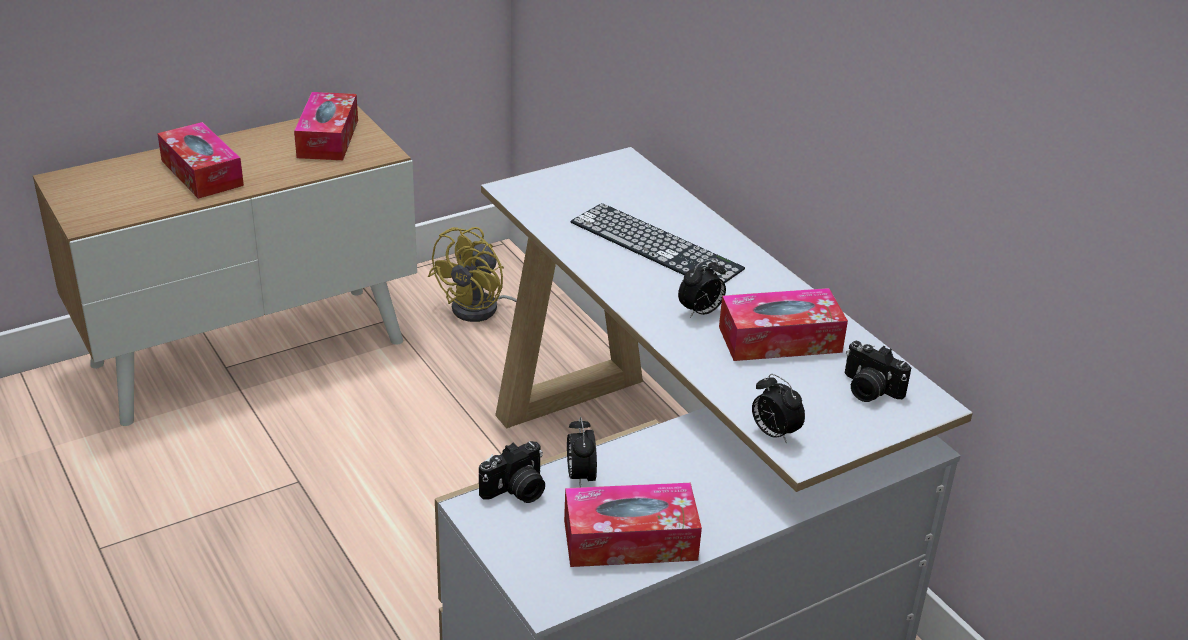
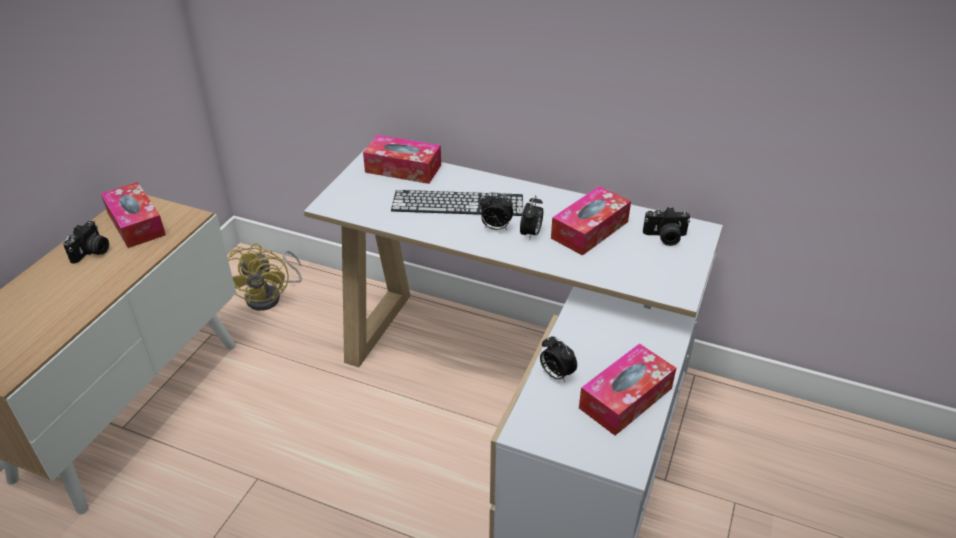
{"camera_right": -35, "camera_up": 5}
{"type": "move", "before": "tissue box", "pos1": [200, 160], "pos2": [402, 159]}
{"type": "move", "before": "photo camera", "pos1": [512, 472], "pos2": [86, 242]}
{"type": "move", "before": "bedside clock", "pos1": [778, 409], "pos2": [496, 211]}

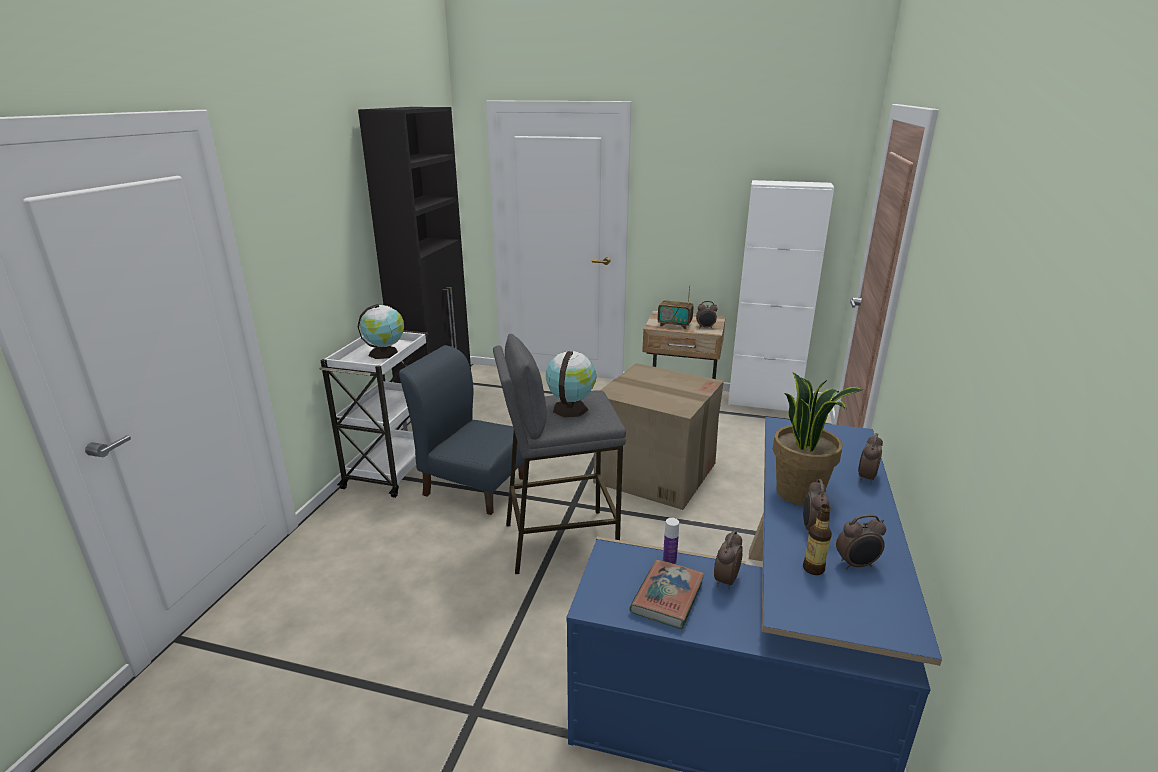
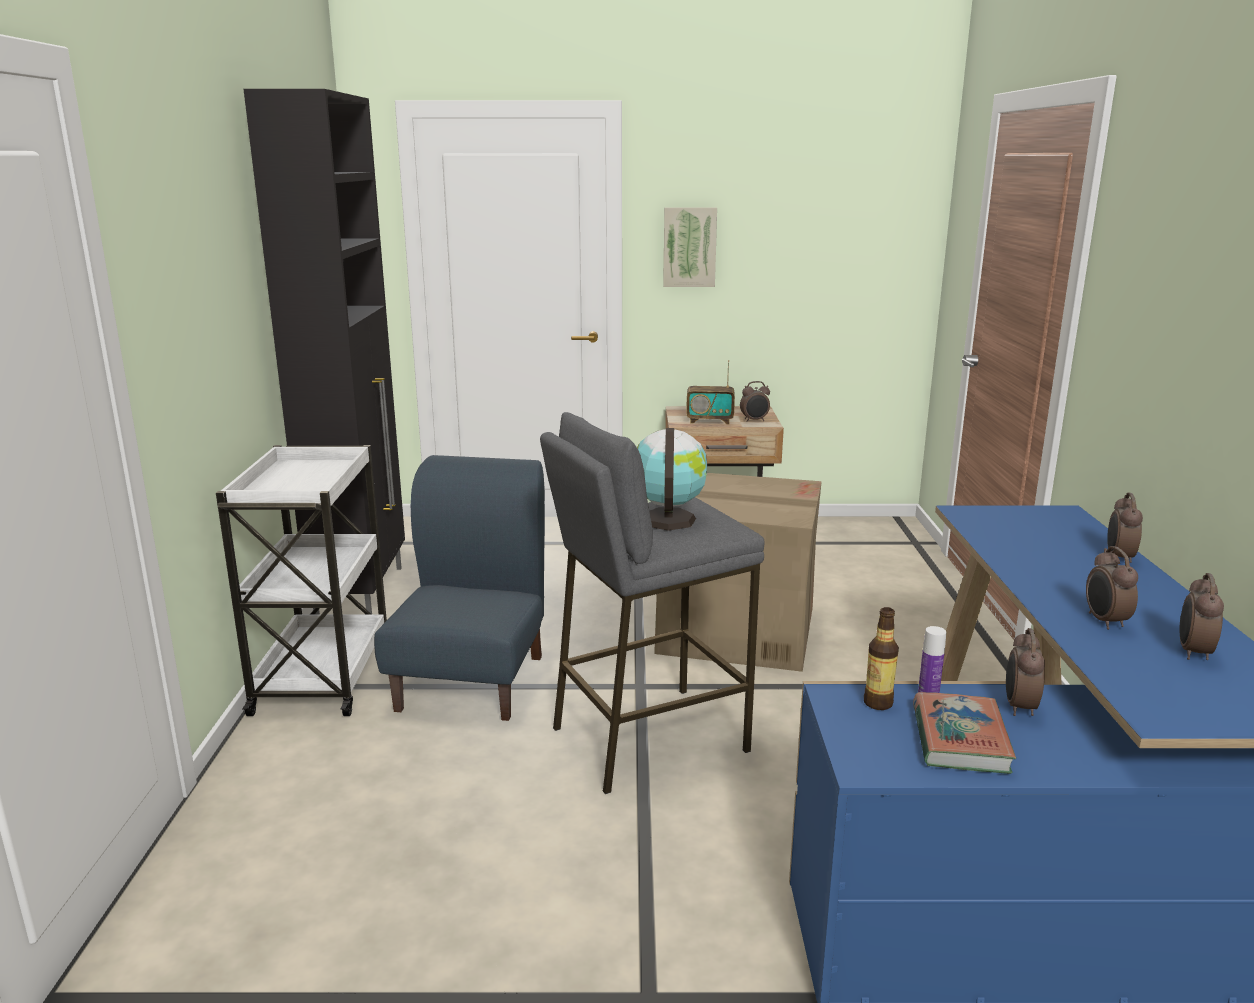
{"camera_right": -15, "camera_up": -5}
{"type": "delete", "before": "globe", "pos1": [380, 331]}
{"type": "rotate", "before": "plain chair/blue", "pos1": [461, 430], "pos2": [459, 588], "turn": 90}
{"type": "delete", "before": "storage cabinet/white", "pos1": [781, 295]}
{"type": "delete", "before": "houseplant", "pos1": [818, 439]}
{"type": "move", "before": "drink bottle", "pos1": [817, 539], "pos2": [881, 658]}
{"type": "rotate", "before": "bedside clock", "pos1": [861, 541], "pos2": [1201, 616], "turn": 135}
{"type": "insert", "after": "wall art", "pos2": [690, 247]}

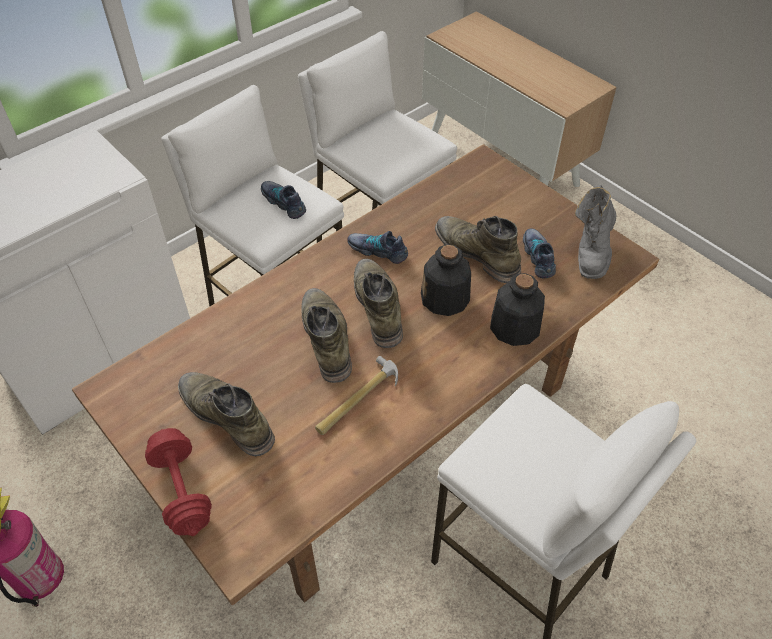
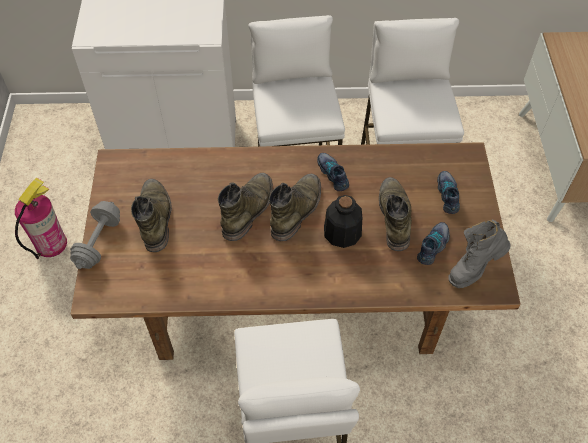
{"camera_right": 40, "camera_up": 5}
{"type": "recolor", "before": "hand weight/reddish", "after": "hand weight/grey", "pos1": [178, 482], "pos2": [95, 235]}
{"type": "move", "before": "low shoe", "pos1": [283, 200], "pos2": [448, 192]}
{"type": "delete", "before": "hand hammer", "pos1": [356, 395]}
{"type": "delete", "before": "drink bottle", "pos1": [517, 309]}

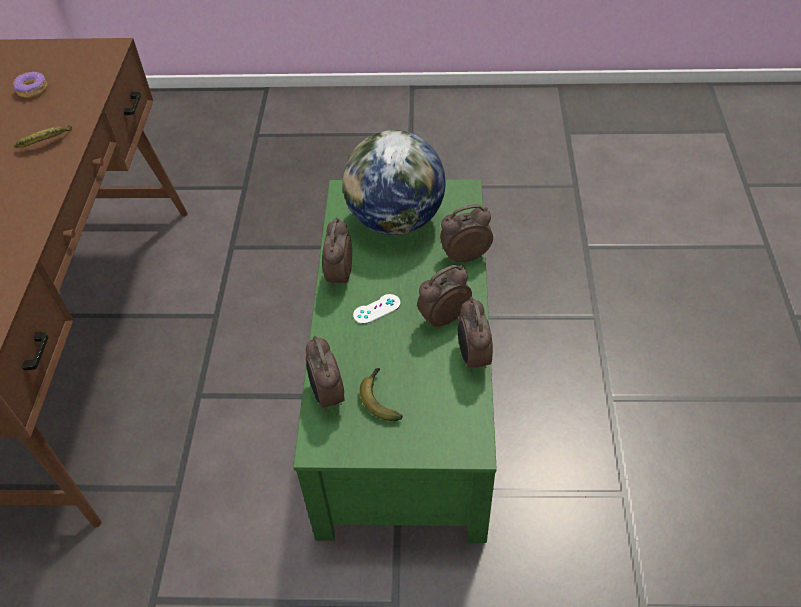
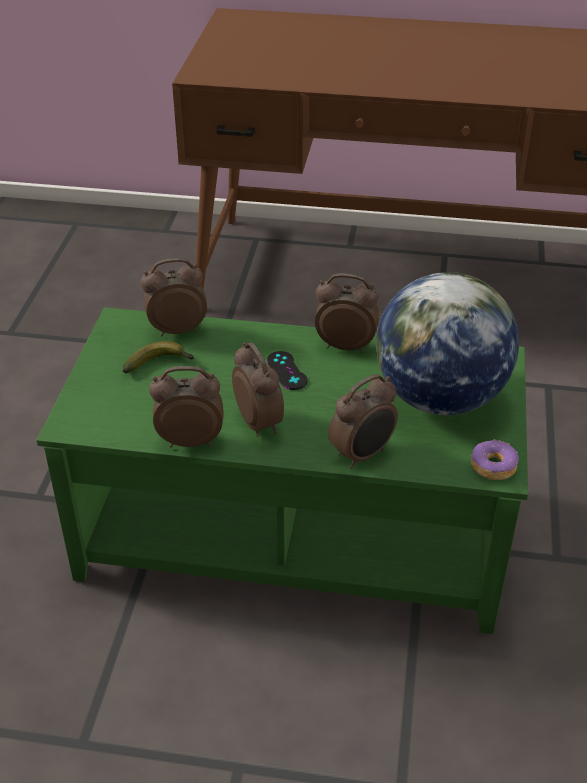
{"camera_right": 95, "camera_up": -10}
{"type": "move", "before": "donut", "pos1": [30, 85], "pos2": [495, 459]}
{"type": "delete", "before": "whole banana", "pos1": [43, 136]}
{"type": "recolor", "before": "joypad/white", "after": "joypad/black", "pos1": [376, 309], "pos2": [287, 370]}
{"type": "rotate", "before": "bedside clock", "pos1": [466, 234], "pos2": [363, 421], "turn": 60}

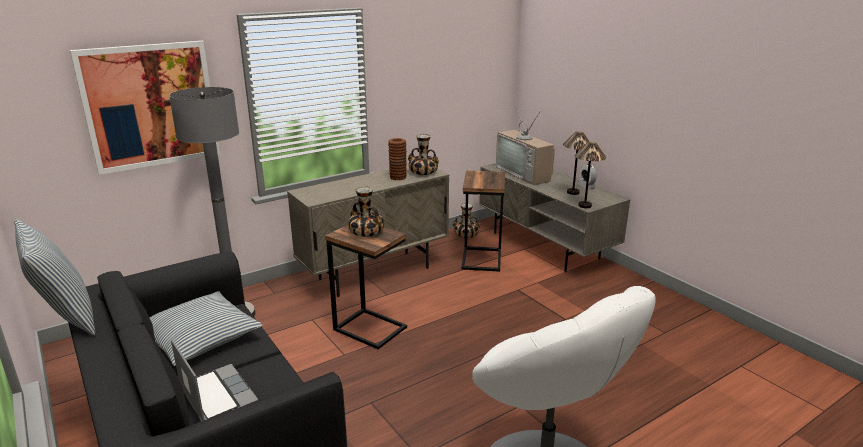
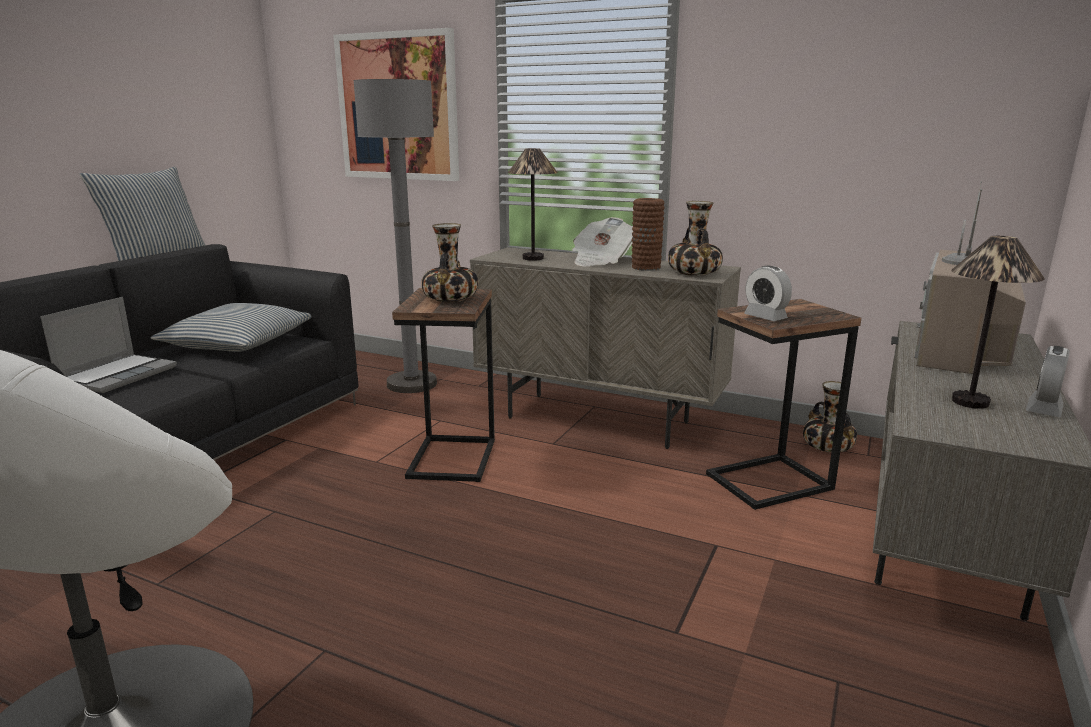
{"camera_right": 60, "camera_up": -5}
{"type": "move", "before": "lamp for a table", "pos1": [590, 175], "pos2": [533, 204]}
{"type": "insert", "after": "newspaper", "pos2": [602, 241]}
{"type": "insert", "after": "bedside clock", "pos2": [768, 293]}

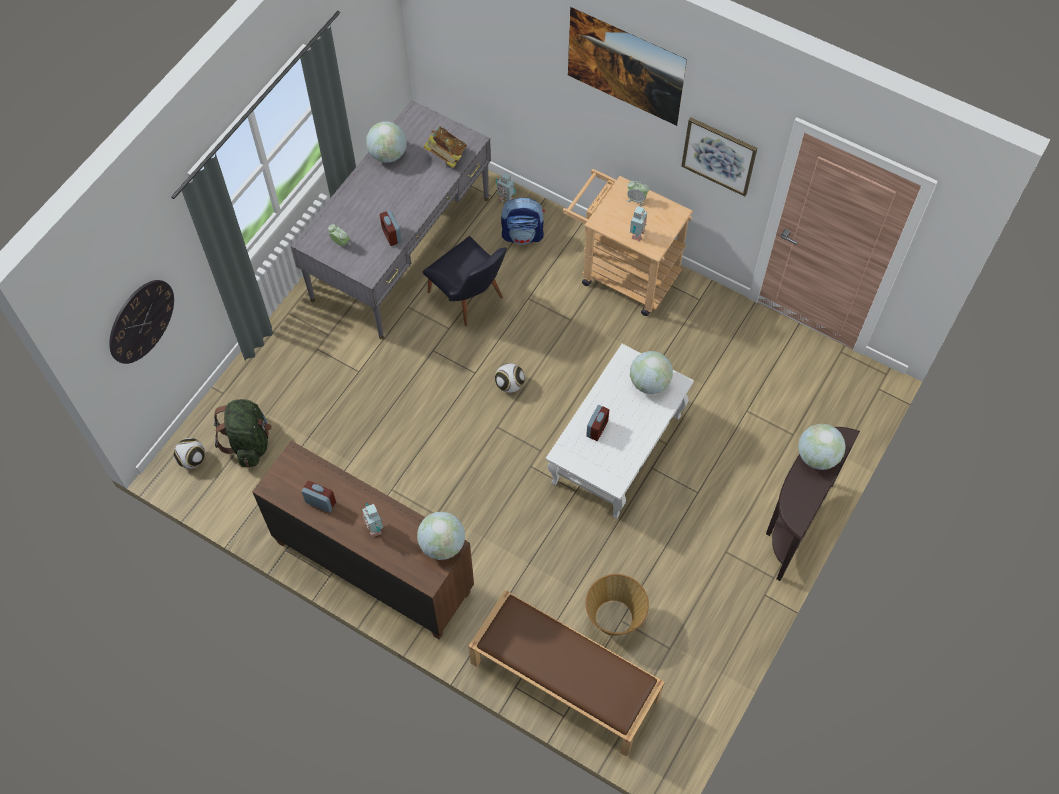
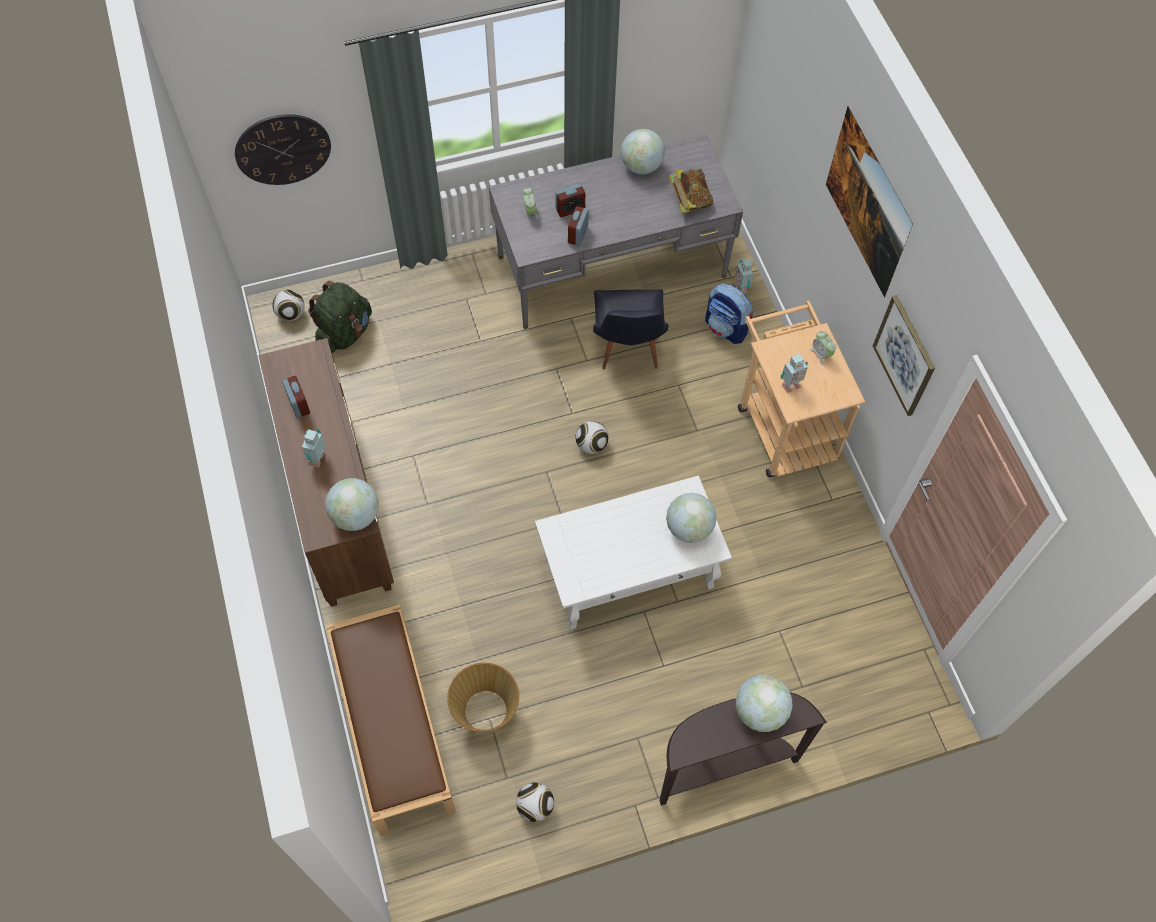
{"camera_right": 40, "camera_up": 0}
{"type": "move", "before": "bedside clock", "pos1": [597, 423], "pos2": [570, 200]}
{"type": "insert", "after": "football", "pos2": [535, 802]}

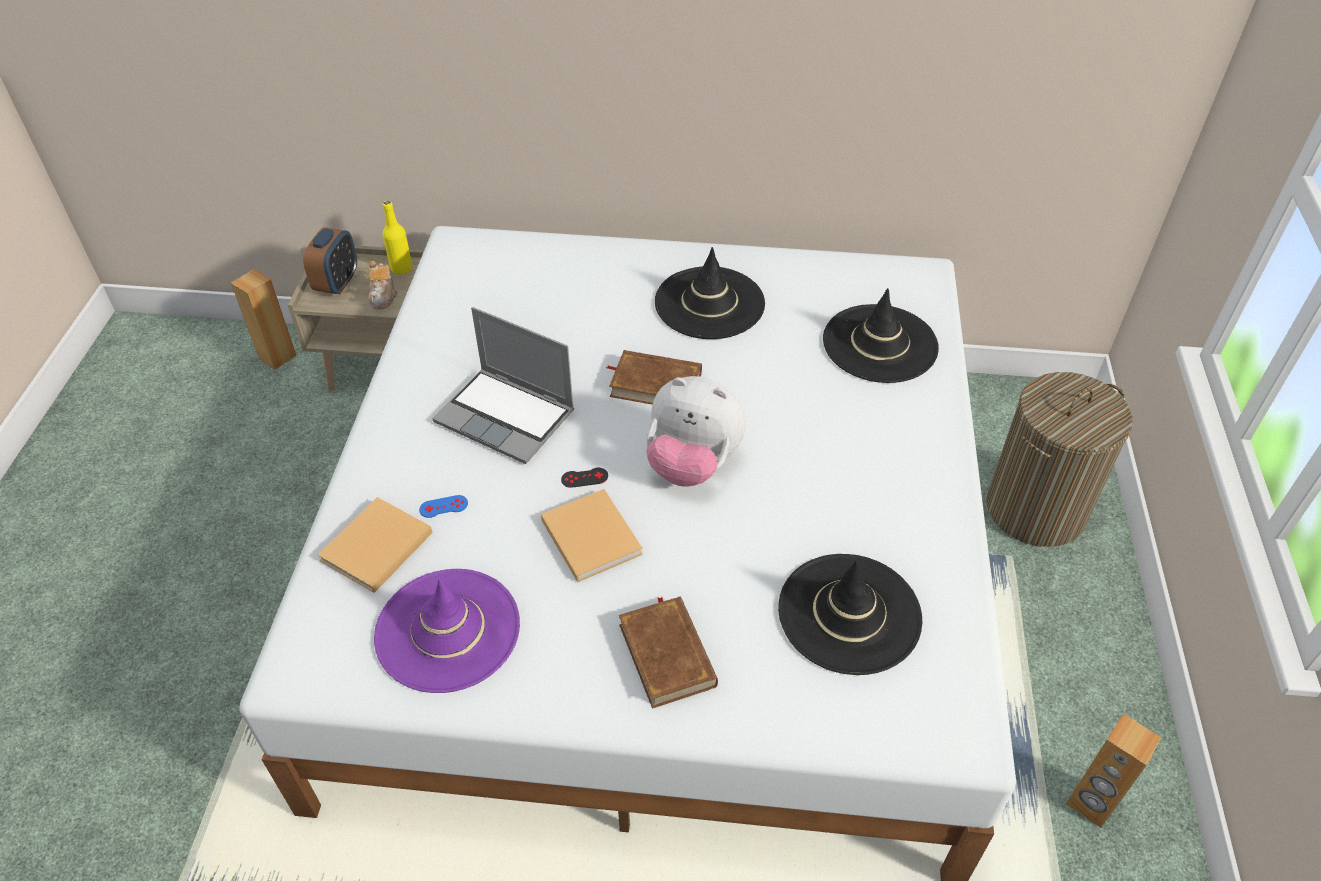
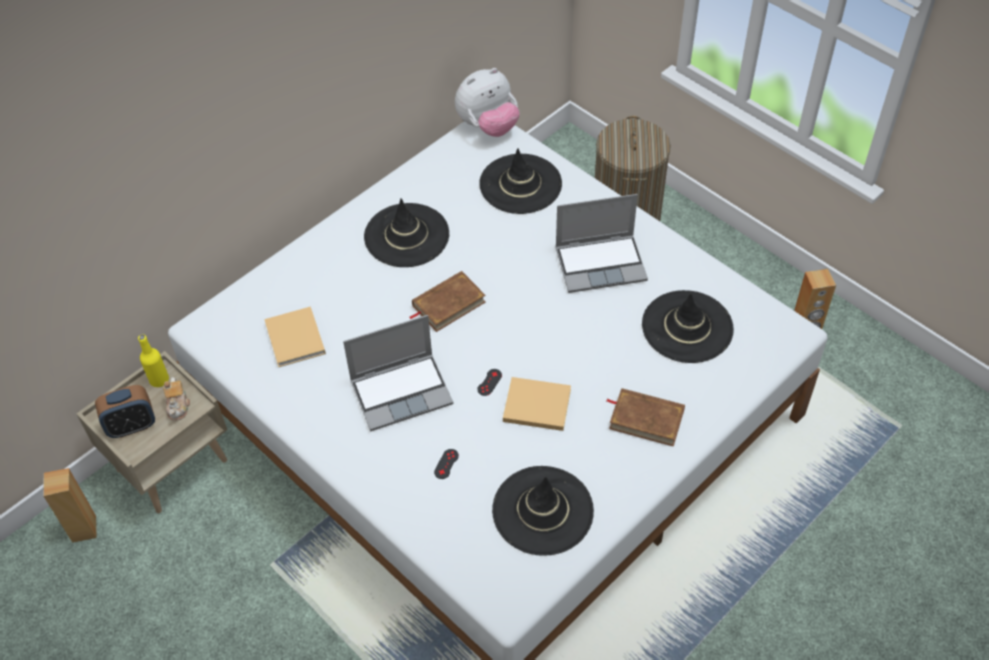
{"camera_right": -50, "camera_up": 5}
{"type": "rotate", "before": "bedside clock", "pos1": [330, 260], "pos2": [125, 411], "turn": 105}
{"type": "move", "before": "book/sand-coloured", "pos1": [375, 545], "pos2": [295, 337]}
{"type": "rotate", "before": "teapot", "pos1": [382, 285], "pos2": [176, 399], "turn": 45}
{"type": "recolor", "before": "wearable hat/purple", "after": "wearable hat/black", "pos1": [447, 631], "pos2": [543, 511]}
{"type": "recolor", "before": "joypad/blue", "after": "joypad/black", "pos1": [443, 506], "pos2": [446, 464]}
{"type": "move", "before": "plush toy", "pos1": [696, 431], "pos2": [487, 102]}
{"type": "insert", "after": "notebook computer", "pos2": [601, 243]}

